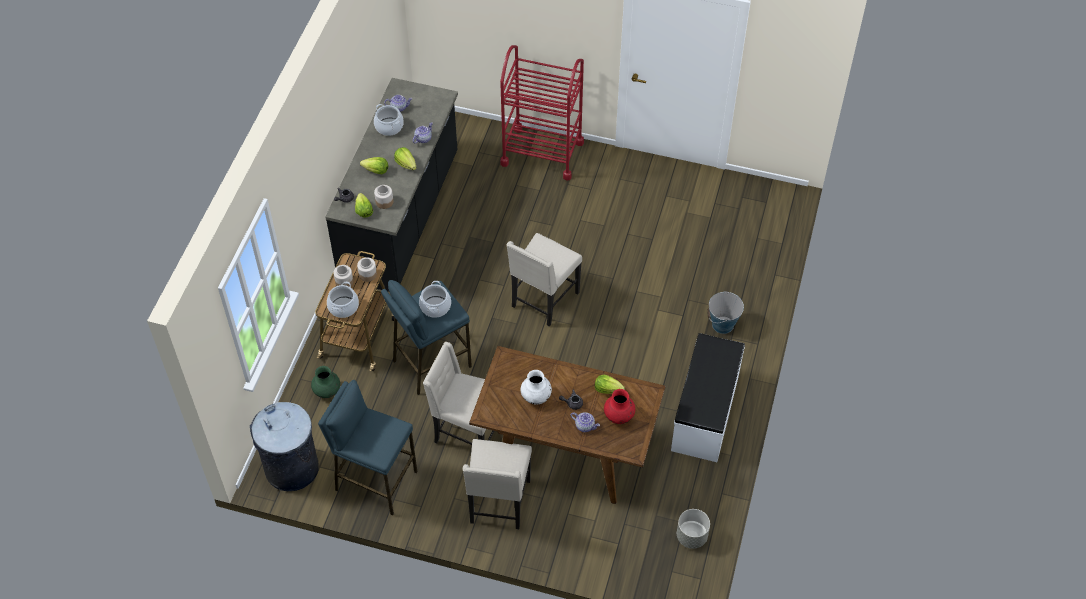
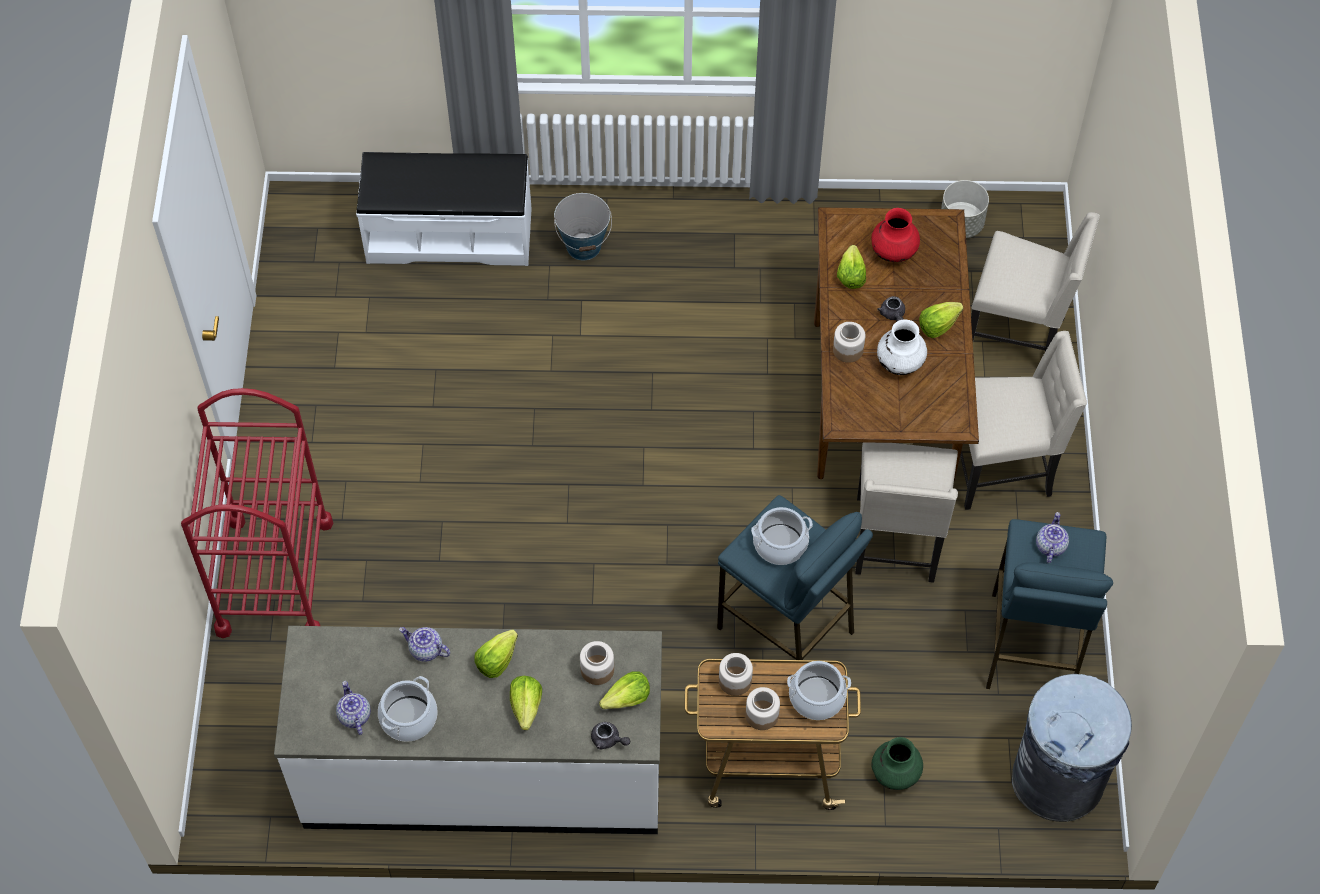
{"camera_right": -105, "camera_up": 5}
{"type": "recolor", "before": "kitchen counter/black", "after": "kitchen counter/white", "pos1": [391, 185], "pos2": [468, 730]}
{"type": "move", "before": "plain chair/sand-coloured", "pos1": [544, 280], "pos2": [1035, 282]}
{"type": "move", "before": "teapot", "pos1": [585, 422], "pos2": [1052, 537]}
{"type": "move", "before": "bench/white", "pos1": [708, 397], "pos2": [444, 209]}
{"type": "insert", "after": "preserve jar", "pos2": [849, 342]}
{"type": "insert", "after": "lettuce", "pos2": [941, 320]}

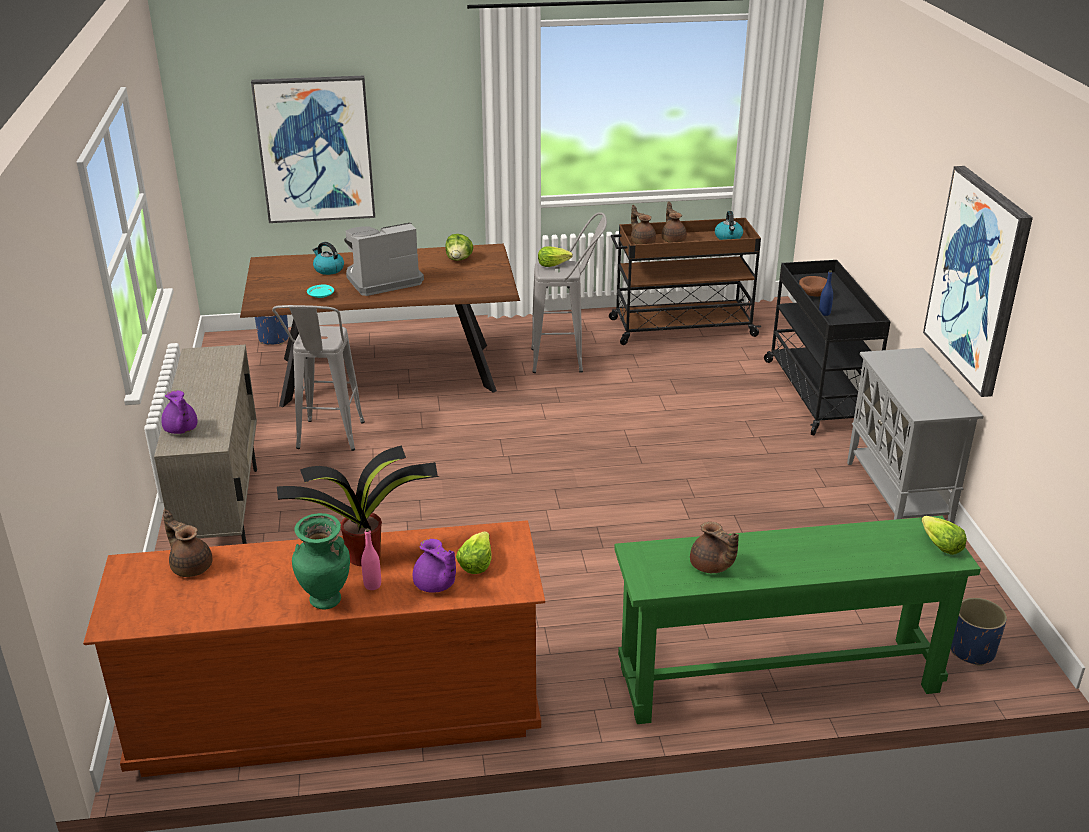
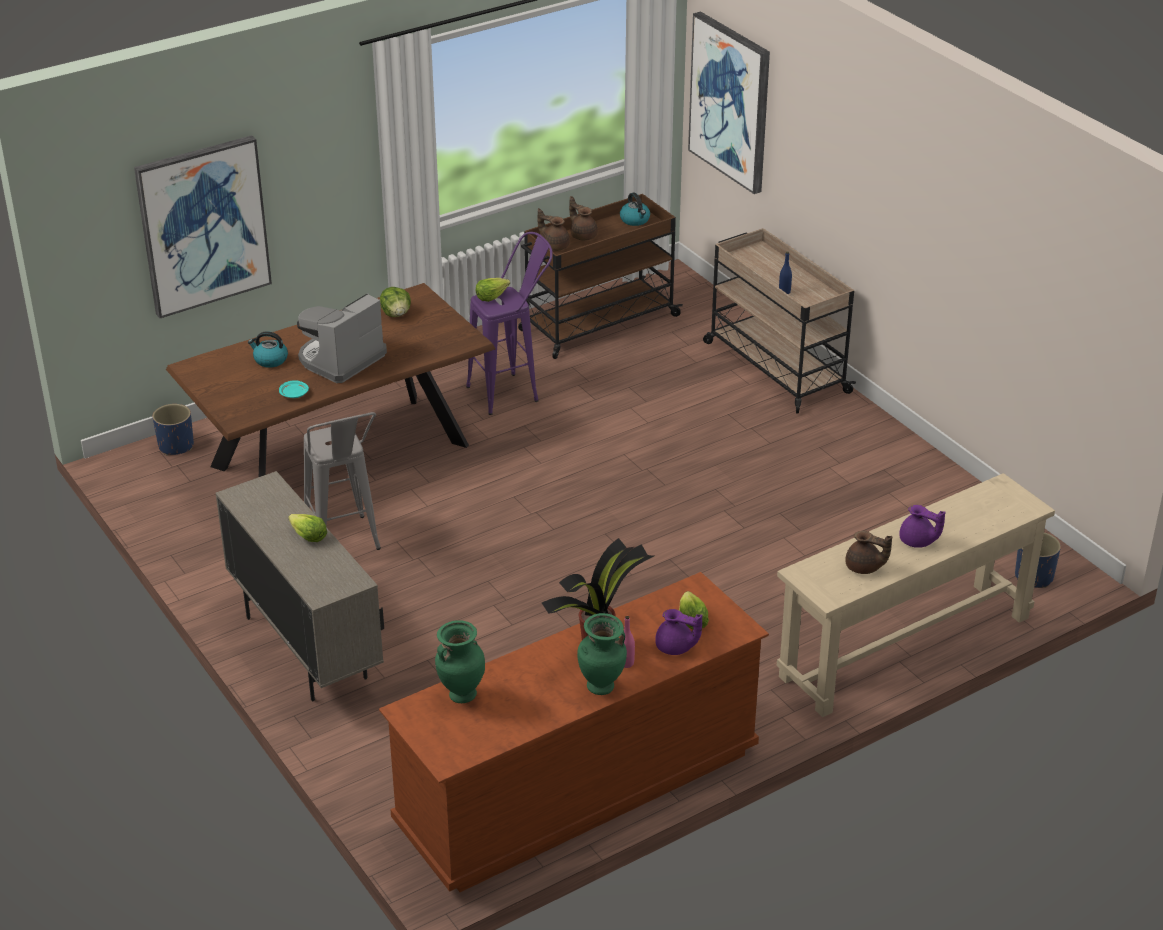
{"camera_right": -25, "camera_up": 5}
{"type": "move", "before": "teapot/purple", "pos1": [179, 412], "pos2": [922, 526]}
{"type": "replace", "before": "teapot/brownish", "after": "decorative vase/greenish", "pos1": [187, 543], "pos2": [460, 661]}
{"type": "recolor", "before": "sitting stool/grey", "after": "sitting stool/purple", "pos1": [569, 292], "pos2": [509, 323]}
{"type": "recolor", "before": "console table/greenish", "after": "console table/sand-coloured", "pos1": [798, 620], "pos2": [916, 595]}
{"type": "recolor", "before": "wheeled cart/black", "after": "wheeled cart/sand-coloured", "pos1": [827, 348], "pos2": [779, 321]}
{"type": "delete", "before": "serving bowl/brownish", "pos1": [813, 286]}
{"type": "delete", "before": "storage cabinet/grey", "pos1": [915, 435]}
{"type": "move", "before": "lettuce", "pos1": [944, 535], "pos2": [307, 528]}
{"type": "move", "before": "wall art", "pos1": [978, 281], "pos2": [729, 102]}

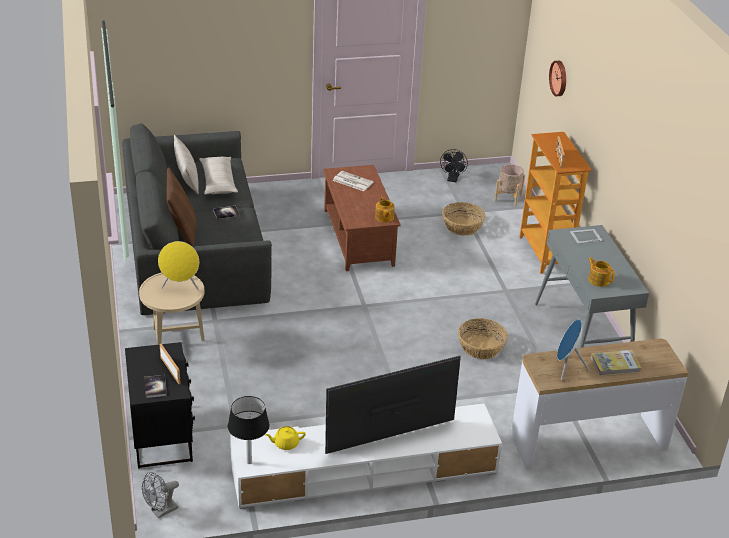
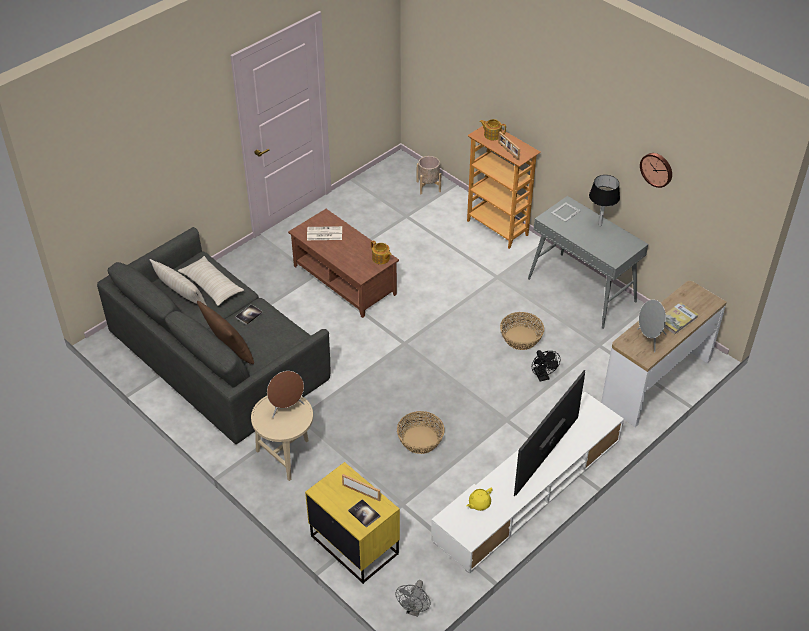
{"camera_right": -30, "camera_up": 10}
{"type": "recolor", "before": "bedside table/black", "after": "bedside table/yellowish", "pos1": [160, 405], "pos2": [352, 523]}
{"type": "recolor", "before": "audio speaker/yellowish", "after": "audio speaker/brownish", "pos1": [178, 265], "pos2": [285, 394]}
{"type": "move", "before": "lamp for a table/black", "pos1": [249, 430], "pos2": [604, 200]}
{"type": "move", "before": "electric fan/black", "pos1": [454, 165], "pos2": [546, 366]}
{"type": "move", "before": "household basket", "pos1": [464, 219], "pos2": [421, 432]}
{"type": "move", "before": "wall clock", "pos1": [557, 78], "pos2": [656, 170]}
{"type": "recolor", "before": "audio speaker/blue", "after": "audio speaker/grey", "pos1": [573, 350], "pos2": [652, 326]}
{"type": "move", "before": "teapot", "pos1": [601, 272], "pos2": [493, 129]}

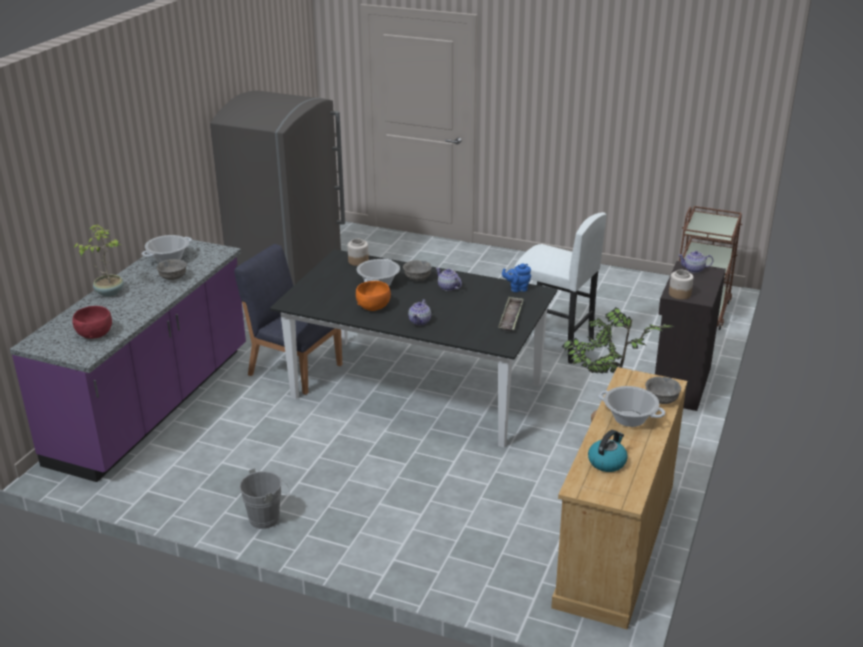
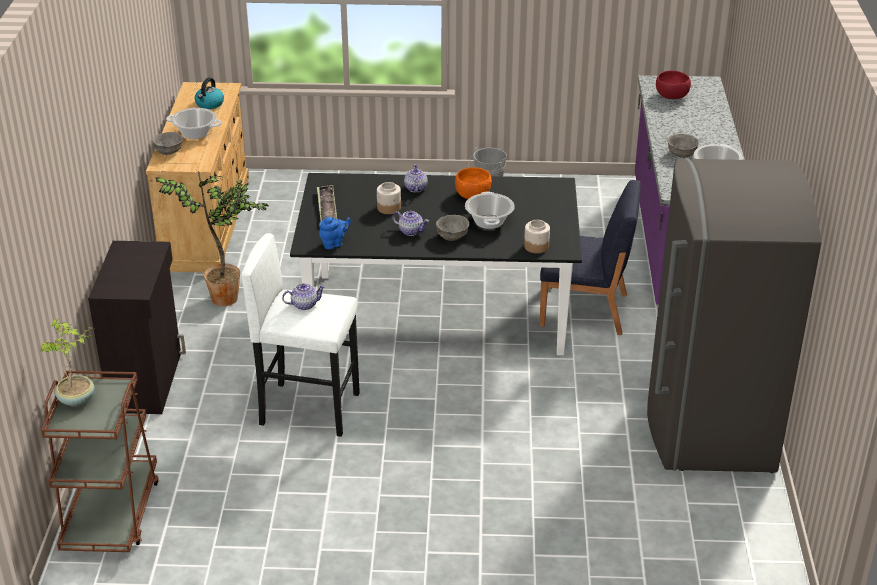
{"camera_right": 160, "camera_up": 5}
{"type": "move", "before": "houseplant", "pos1": [98, 260], "pos2": [67, 362]}
{"type": "move", "before": "preserve jar", "pos1": [681, 284], "pos2": [389, 198]}
{"type": "move", "before": "teapot", "pos1": [695, 262], "pos2": [303, 296]}

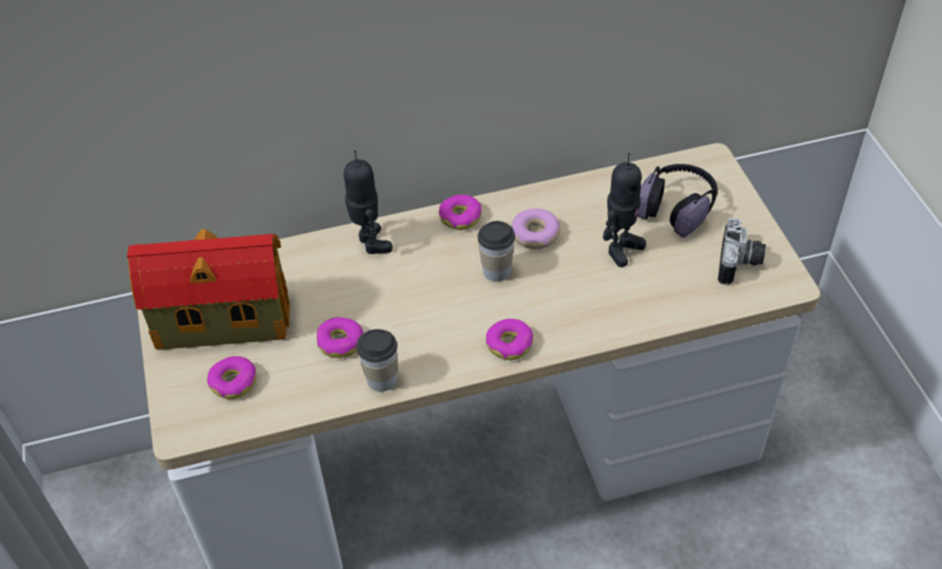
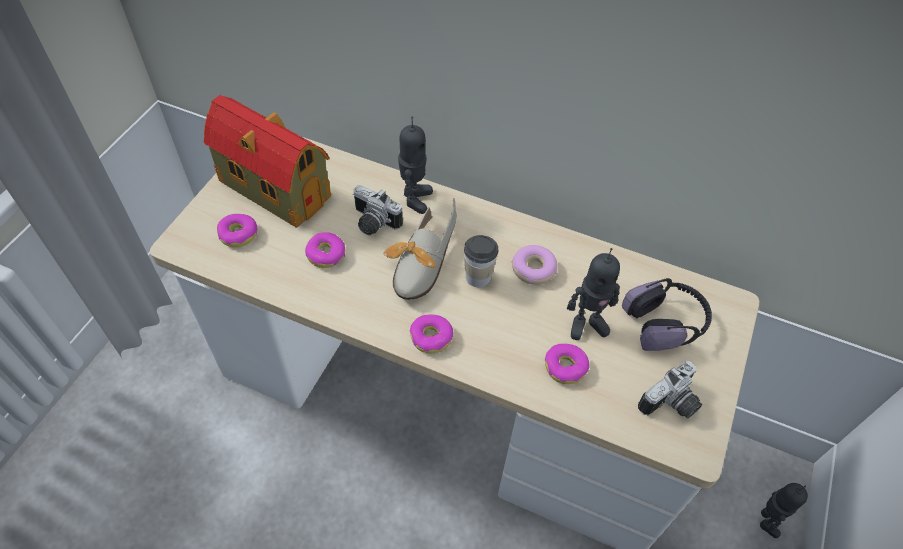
{"camera_right": 35, "camera_up": 5}
{"type": "delete", "before": "drinking cup", "pos1": [377, 360]}
{"type": "move", "before": "donut", "pos1": [460, 212], "pos2": [567, 364]}
{"type": "insert", "after": "photo camera", "pos2": [378, 210]}
{"type": "insert", "after": "low shoe", "pos2": [419, 249]}
{"type": "insert", "after": "model robot", "pos2": [784, 510]}

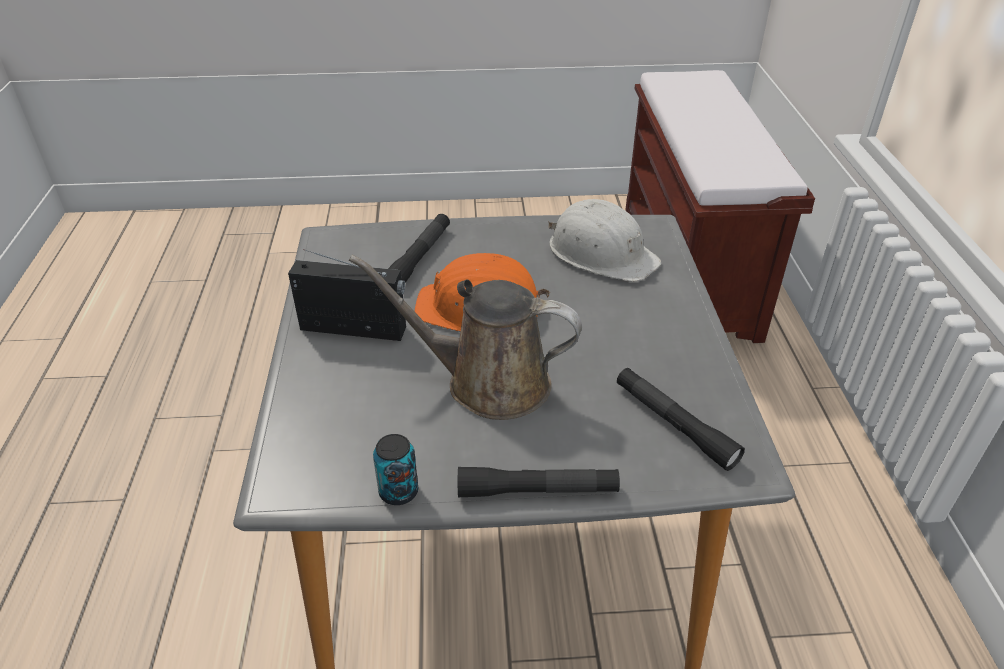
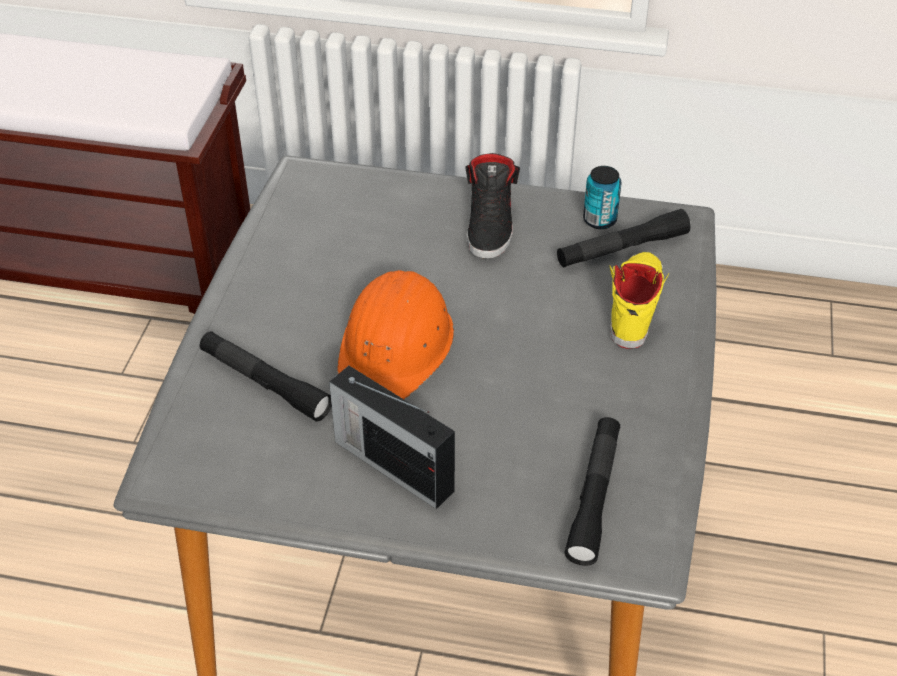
{"camera_right": -75, "camera_up": 5}
{"type": "rotate", "before": "radio receiver", "pos1": [347, 295], "pos2": [392, 437], "turn": -75}
{"type": "delete", "before": "watering can/brownish", "pos1": [465, 337]}
{"type": "move", "before": "metal can", "pos1": [395, 469], "pos2": [602, 197]}
{"type": "move", "before": "hand torch/black", "pos1": [539, 482], "pos2": [592, 491]}
{"type": "delete", "before": "hard hat/white", "pos1": [604, 240]}
{"type": "insert", "after": "low shoe/black", "pos2": [492, 206]}
{"type": "insert", "after": "low shoe/yellowish", "pos2": [639, 300]}

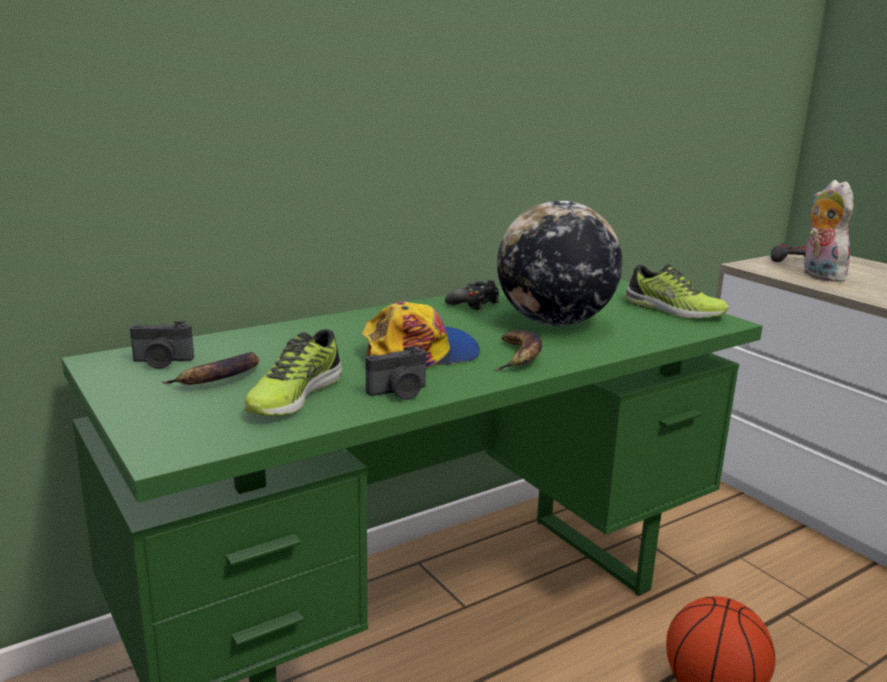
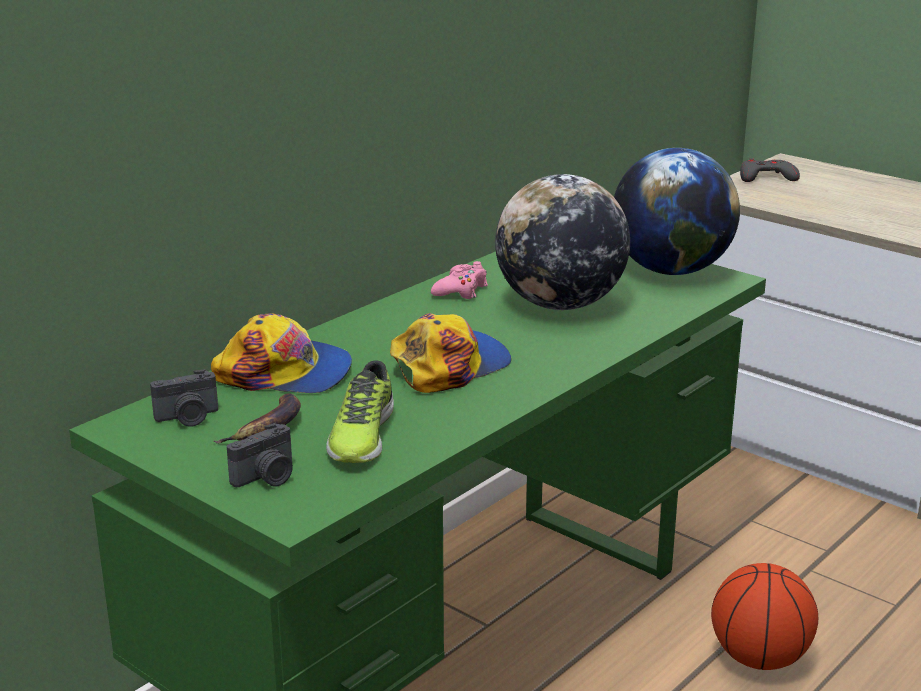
{"camera_right": -15, "camera_up": 5}
{"type": "move", "before": "photo camera", "pos1": [396, 373], "pos2": [260, 455]}
{"type": "recolor", "before": "joypad/black", "after": "joypad/pink-coloured", "pos1": [472, 295], "pos2": [459, 280]}
{"type": "delete", "before": "whole banana", "pos1": [518, 350]}
{"type": "replace", "before": "low shoe", "after": "globe", "pos1": [677, 291], "pos2": [677, 211]}
{"type": "delete", "before": "plush toy", "pos1": [829, 231]}
{"type": "insert", "after": "cap", "pos2": [281, 353]}

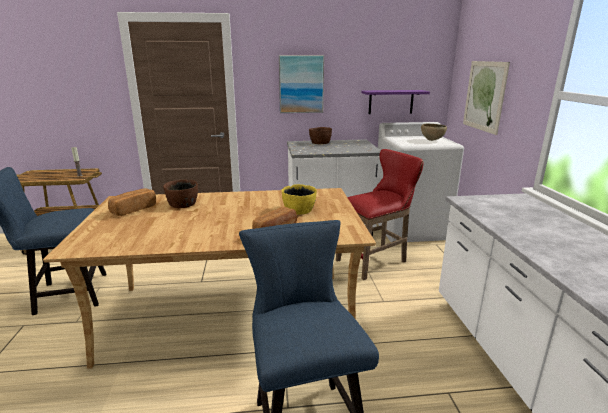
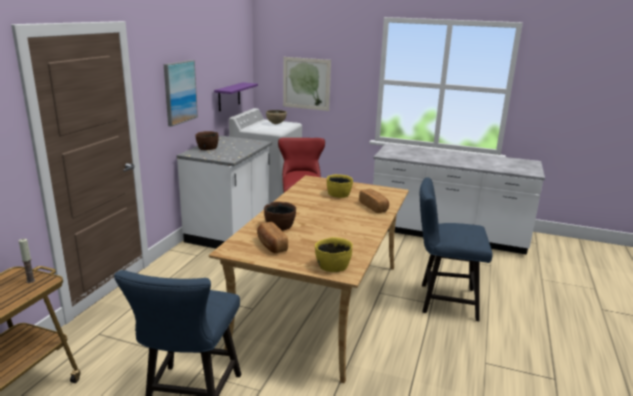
{"camera_right": -65, "camera_up": 0}
{"type": "insert", "after": "serving bowl/yellowish", "pos2": [334, 254]}

